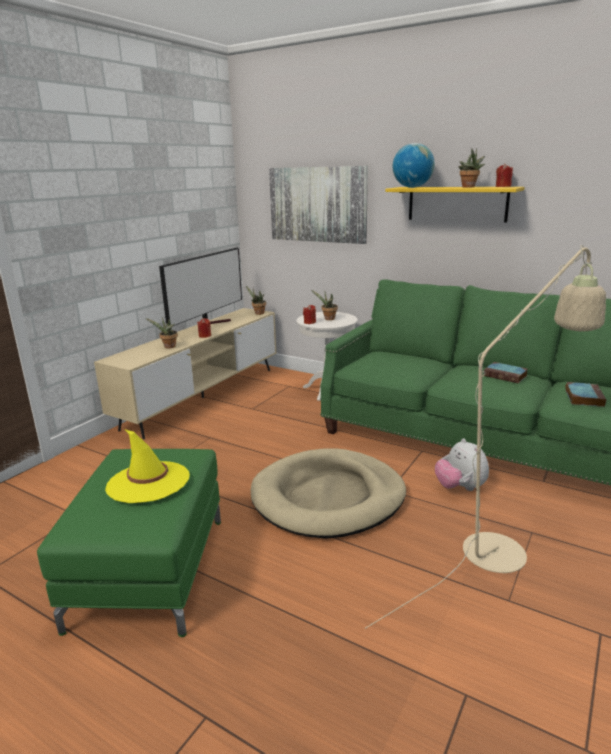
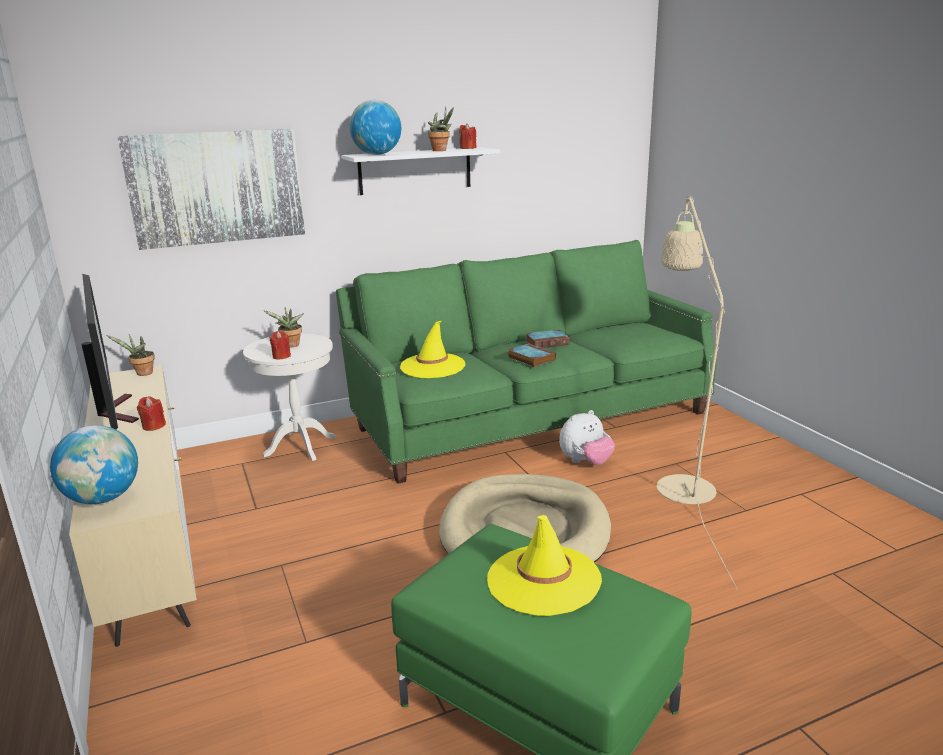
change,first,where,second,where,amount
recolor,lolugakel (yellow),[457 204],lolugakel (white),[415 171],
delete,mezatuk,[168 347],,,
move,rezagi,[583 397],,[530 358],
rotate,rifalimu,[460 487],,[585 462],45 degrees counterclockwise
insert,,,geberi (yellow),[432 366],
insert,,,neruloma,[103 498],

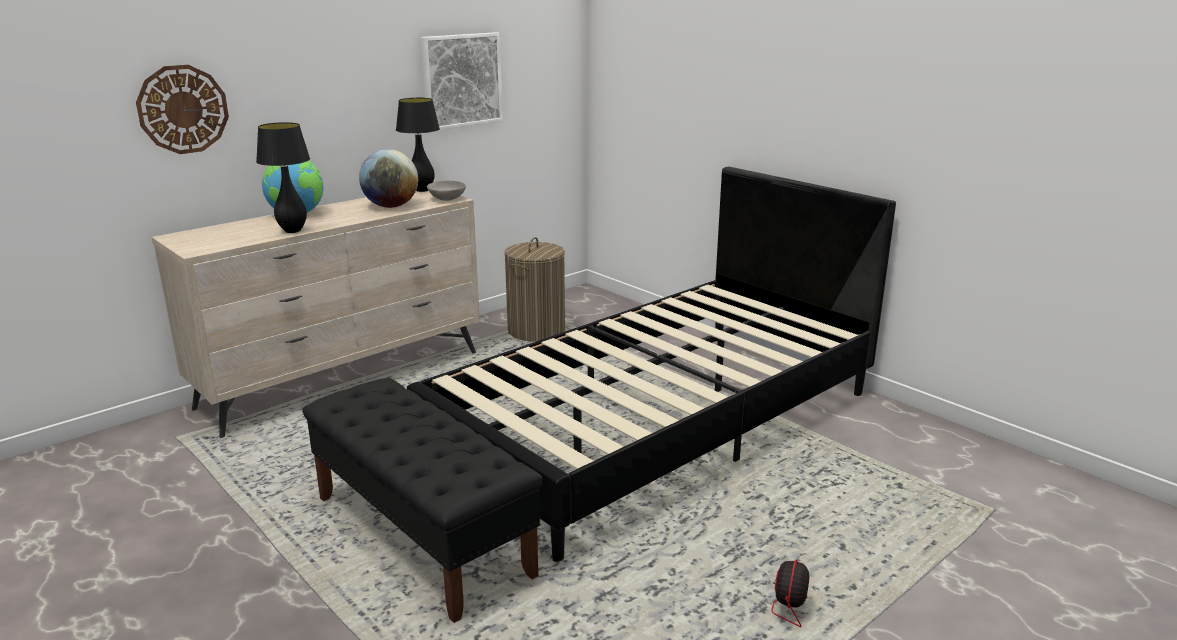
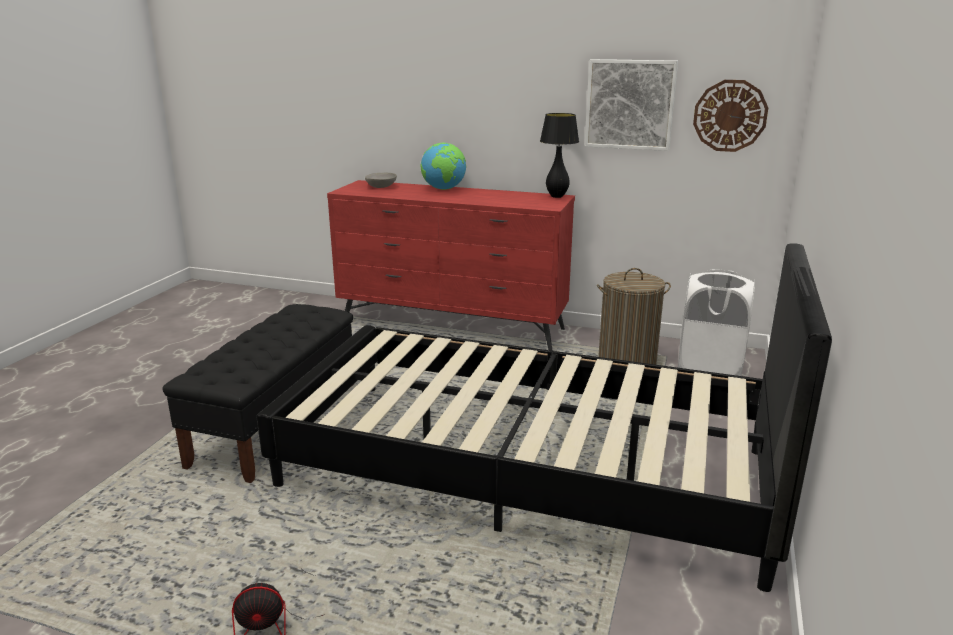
change,first,where,second,where,amount
move,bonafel,[183 109],,[730 116],
delete,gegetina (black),[292 231],,,
delete,neruloma,[391 206],,,
move,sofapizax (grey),[447 199],,[381 187],
recolor,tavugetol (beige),[345 379],tavugetol (red),[452 326],
insert,,,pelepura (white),[709 369],

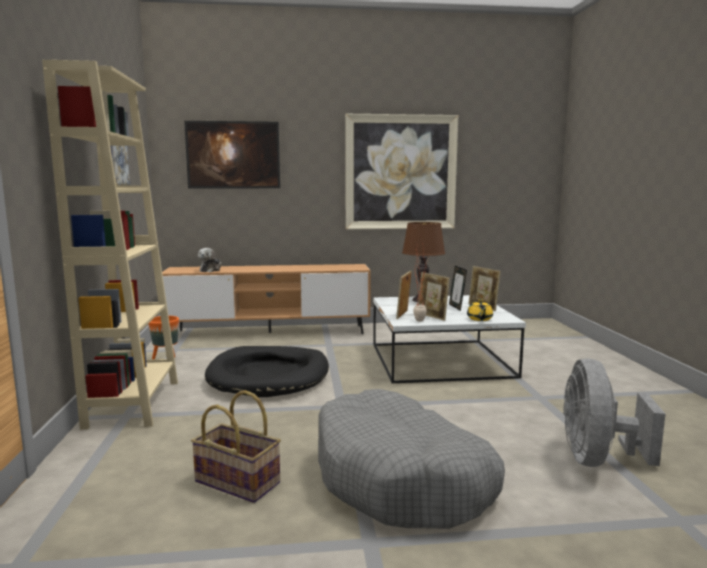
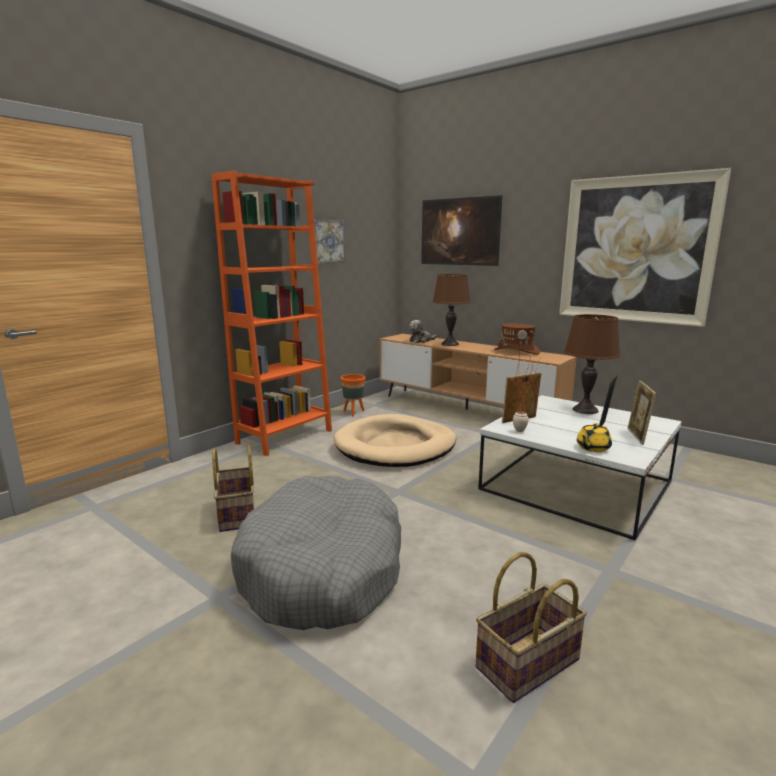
change,first,where,second,where,amount
recolor,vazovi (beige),[133 403],vazovi (orange),[284 437],
delete,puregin,[432 317],,,
recolor,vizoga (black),[269 376],vizoga (beige),[395 446],
replace,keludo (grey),[597 459],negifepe,[528 665],
insert,,,gegetina (brown),[450 344],
insert,,,geberi (brown),[516 351],

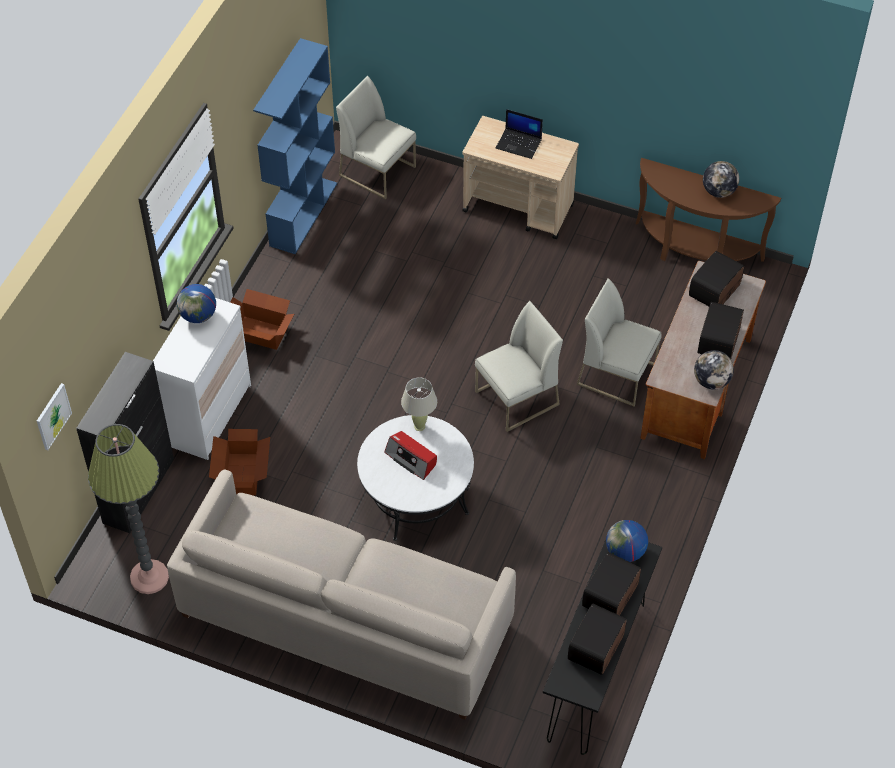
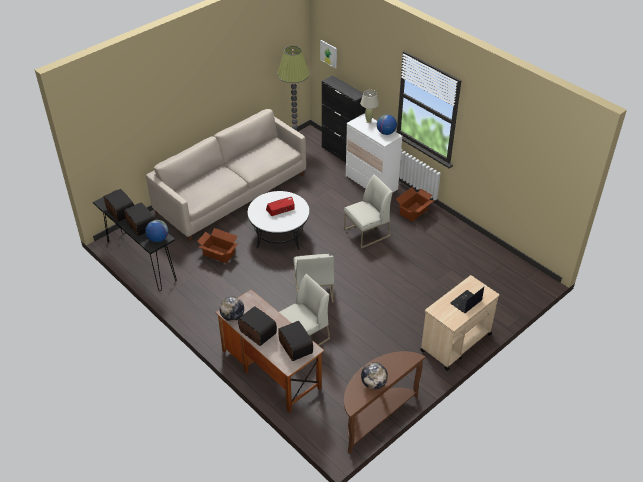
change,first,where,second,where,amount
delete,vazovi (blue),[303 214],,,
move,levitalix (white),[378 171],,[366 233],
move,gegetina (beige),[419 426],,[368 121],
move,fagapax,[241 475],,[219 253],

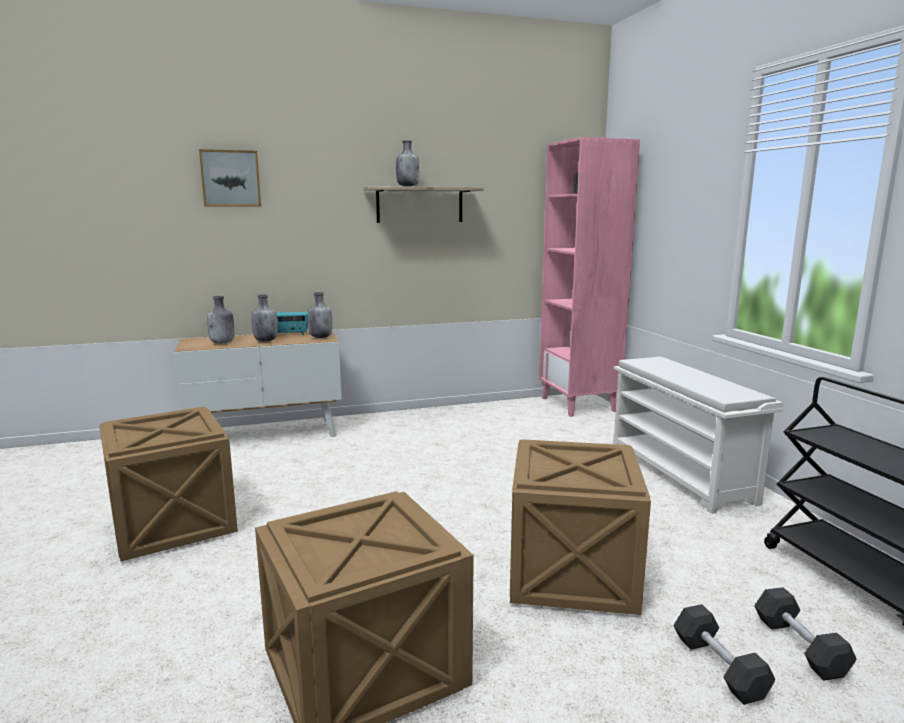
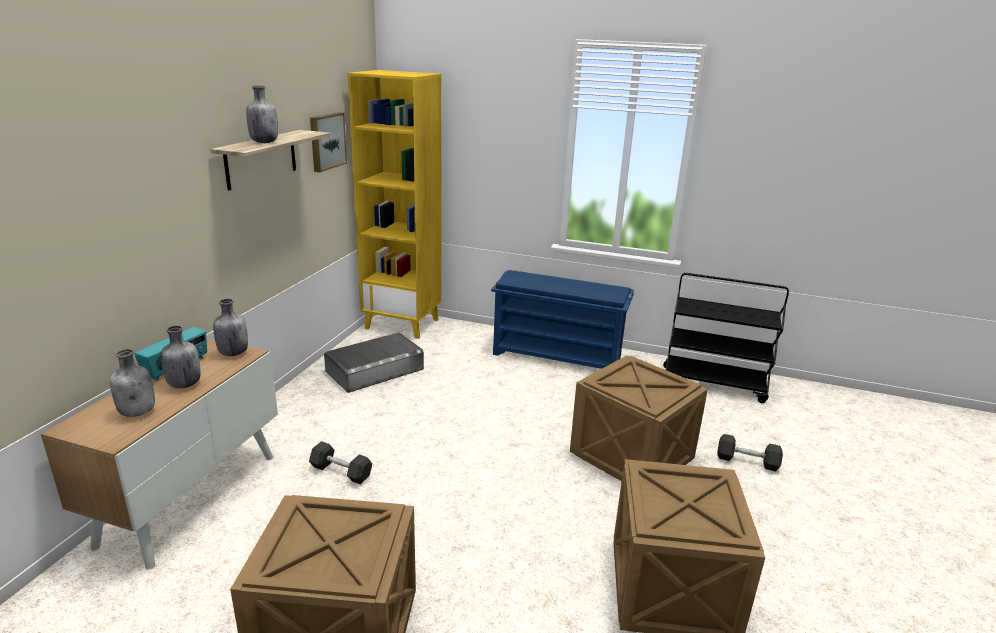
change,first,where,second,where,amount
recolor,vazovi (pink),[579 404],vazovi (yellow),[403 324],
move,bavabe,[231 178],,[326 141],
recolor,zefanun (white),[681 474],zefanun (blue),[558 356],
move,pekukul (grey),[799 646],,[341 472],
insert,,,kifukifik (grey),[375 370],

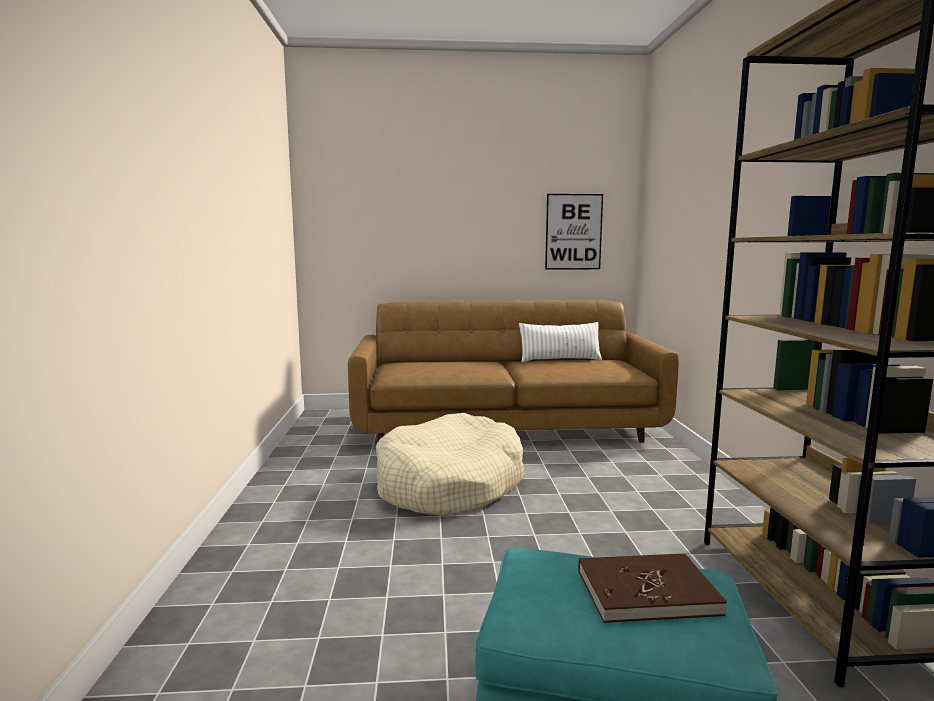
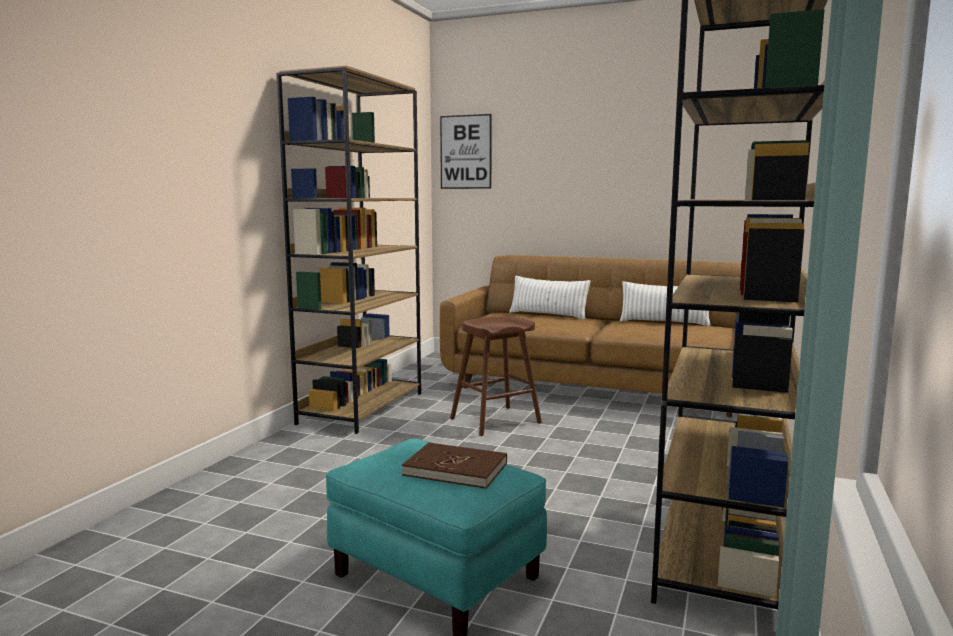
change,first,where,second,where,amount
move,bavabe,[573 232],,[465 152],
replace,vizoga (beige),[449 484],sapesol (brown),[495 421],
insert,,,vazovi (brown),[362 408],
insert,,,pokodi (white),[548 315],

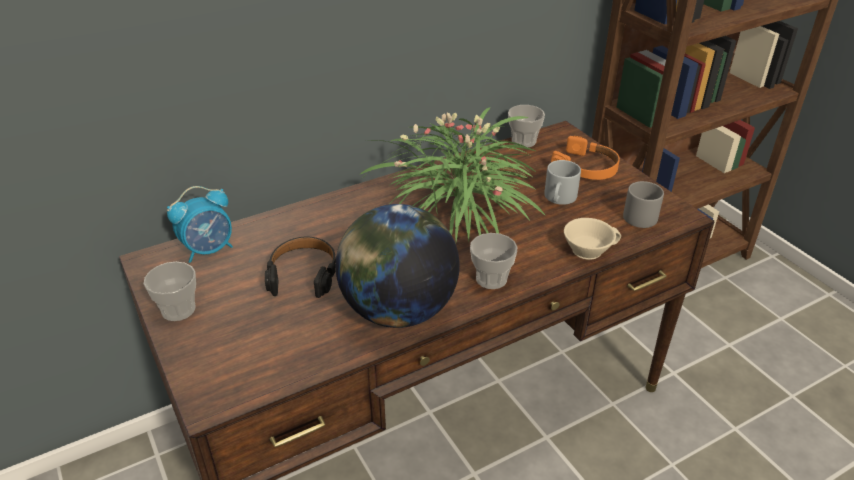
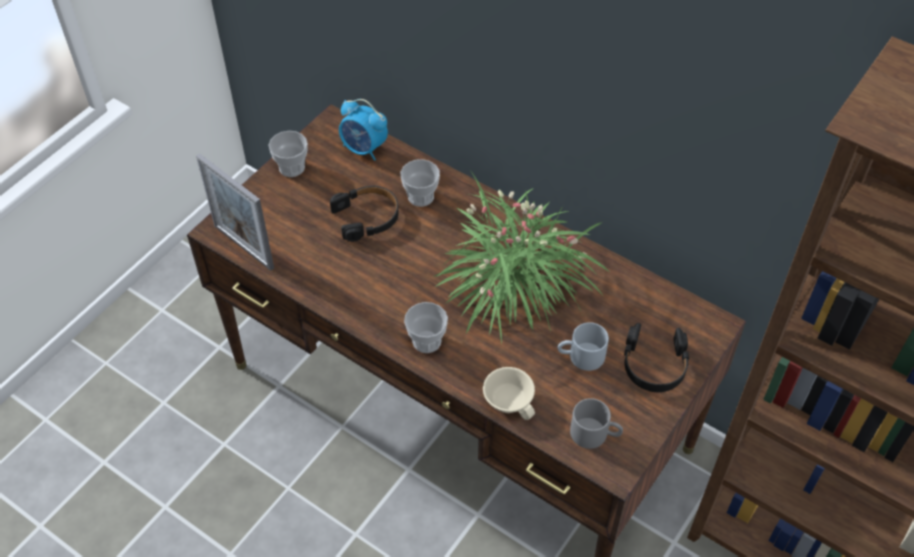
change,first,where,second,where,amount
move,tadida,[523 141],,[421 196],
recolor,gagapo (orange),[586 168],gagapo (black),[654 364],
delete,neruloma,[398 310],,,
insert,,,puregin,[243 247],

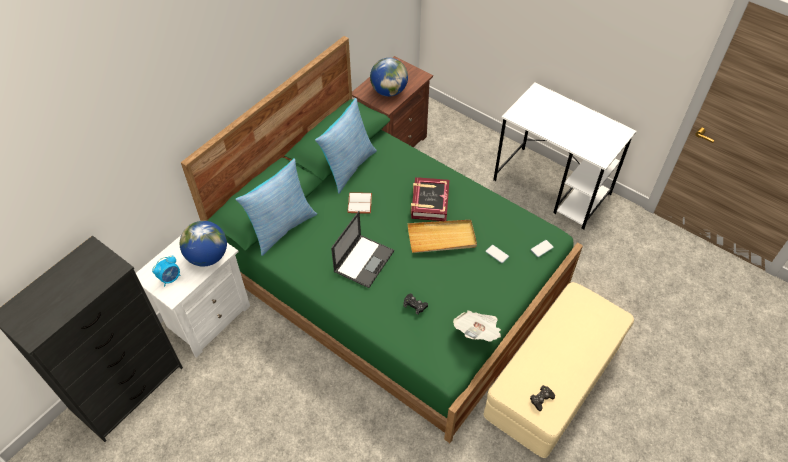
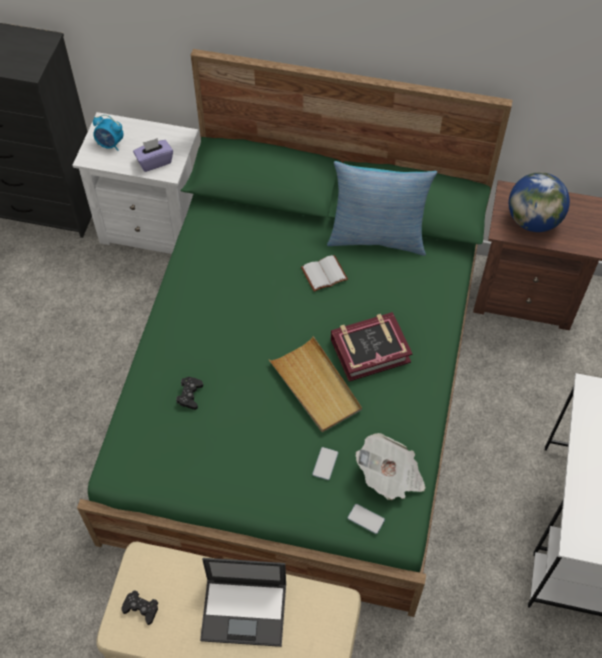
change,first,where,second,where,amount
delete,pokodi,[281 227],,,
move,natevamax,[364 260],,[245 611],
replace,neruloma,[208 256],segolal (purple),[154 161],
move,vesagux,[478 332],,[390 476],

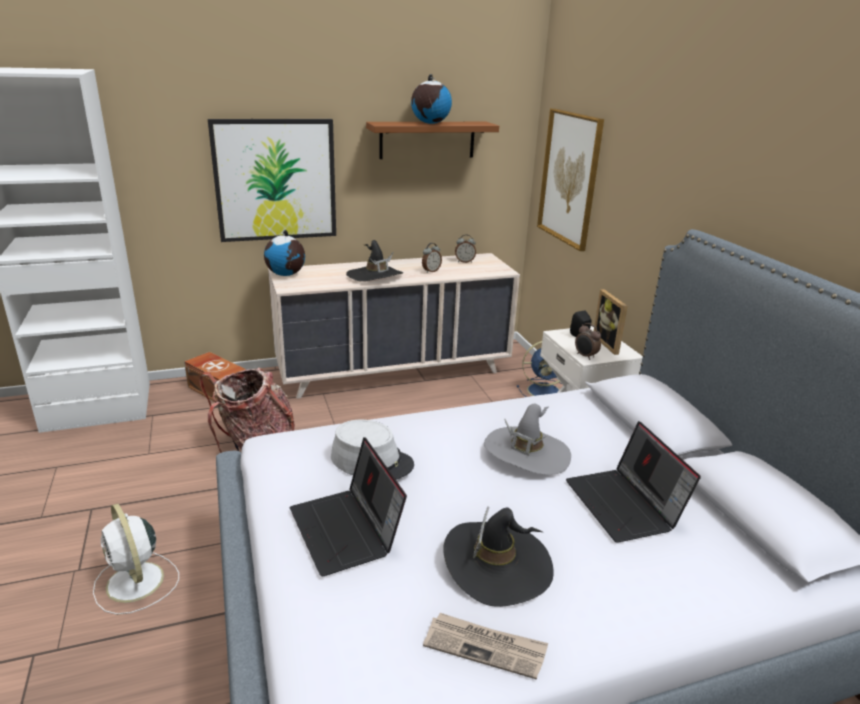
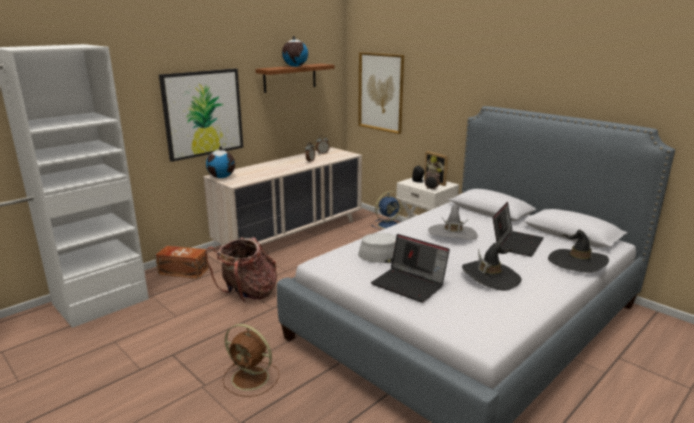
change,first,where,second,where,amount
move,geberi (black),[375 276],,[577 262],
rotate,natevamax,[625 505],,[516 243],105 degrees counterclockwise
recolor,keludo (white),[136 583],keludo (brown),[251 378],
delete,vesagux,[485 647],,,

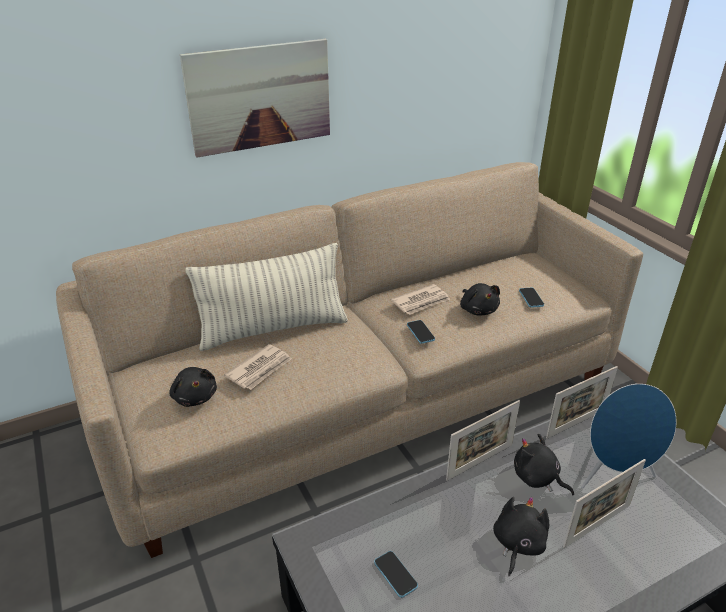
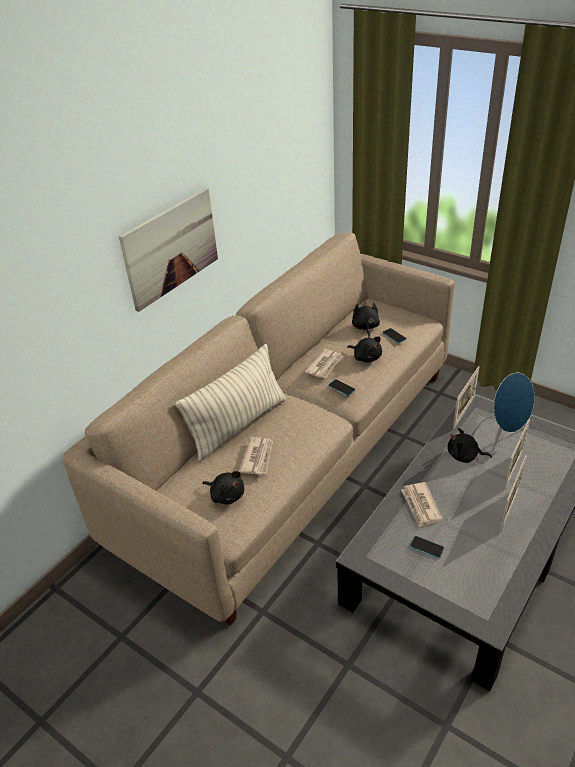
change,first,where,second,where,amount
move,puregin,[479 462],,[509 509],
move,rifalimu (black),[517 544],,[365 327],
insert,,,vesagux,[421 506],

